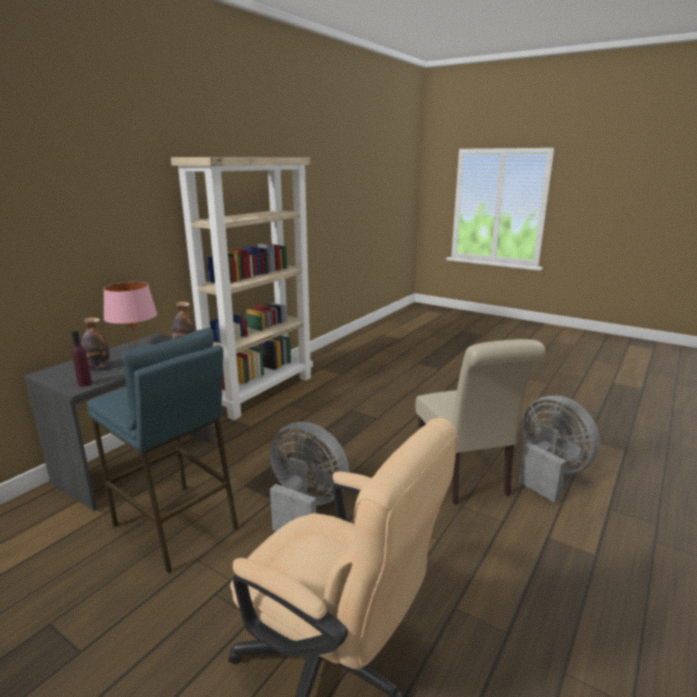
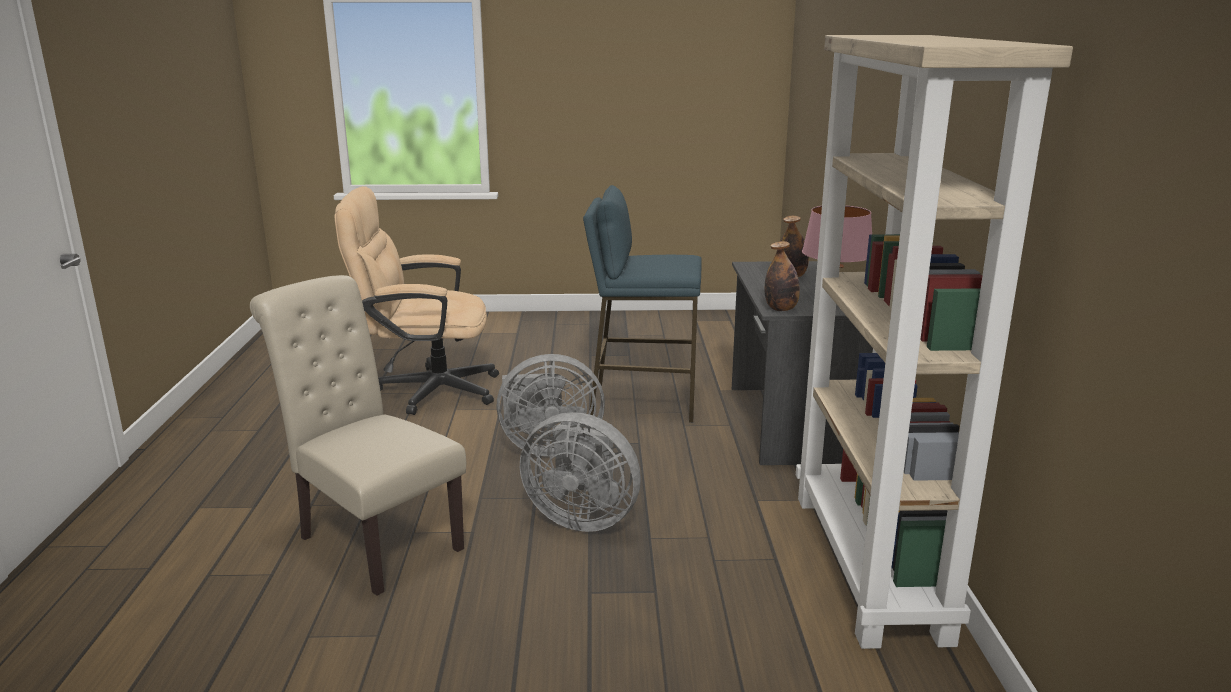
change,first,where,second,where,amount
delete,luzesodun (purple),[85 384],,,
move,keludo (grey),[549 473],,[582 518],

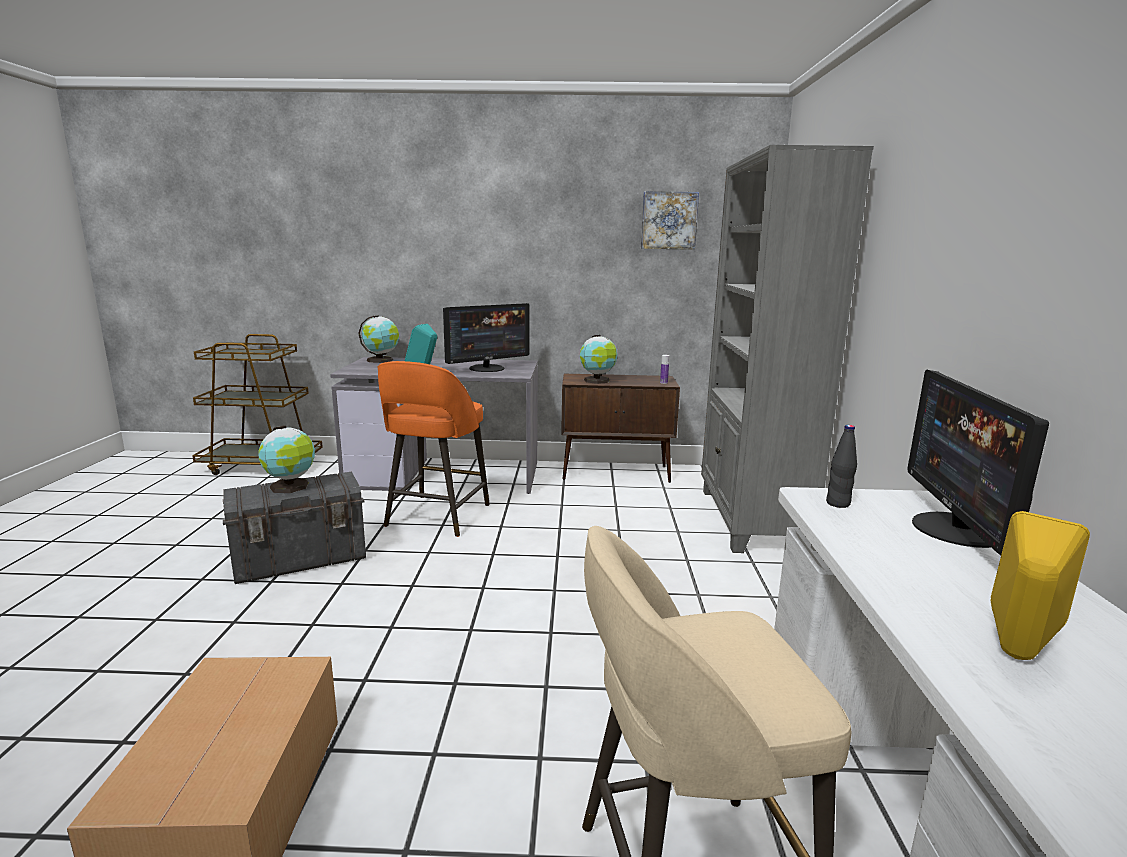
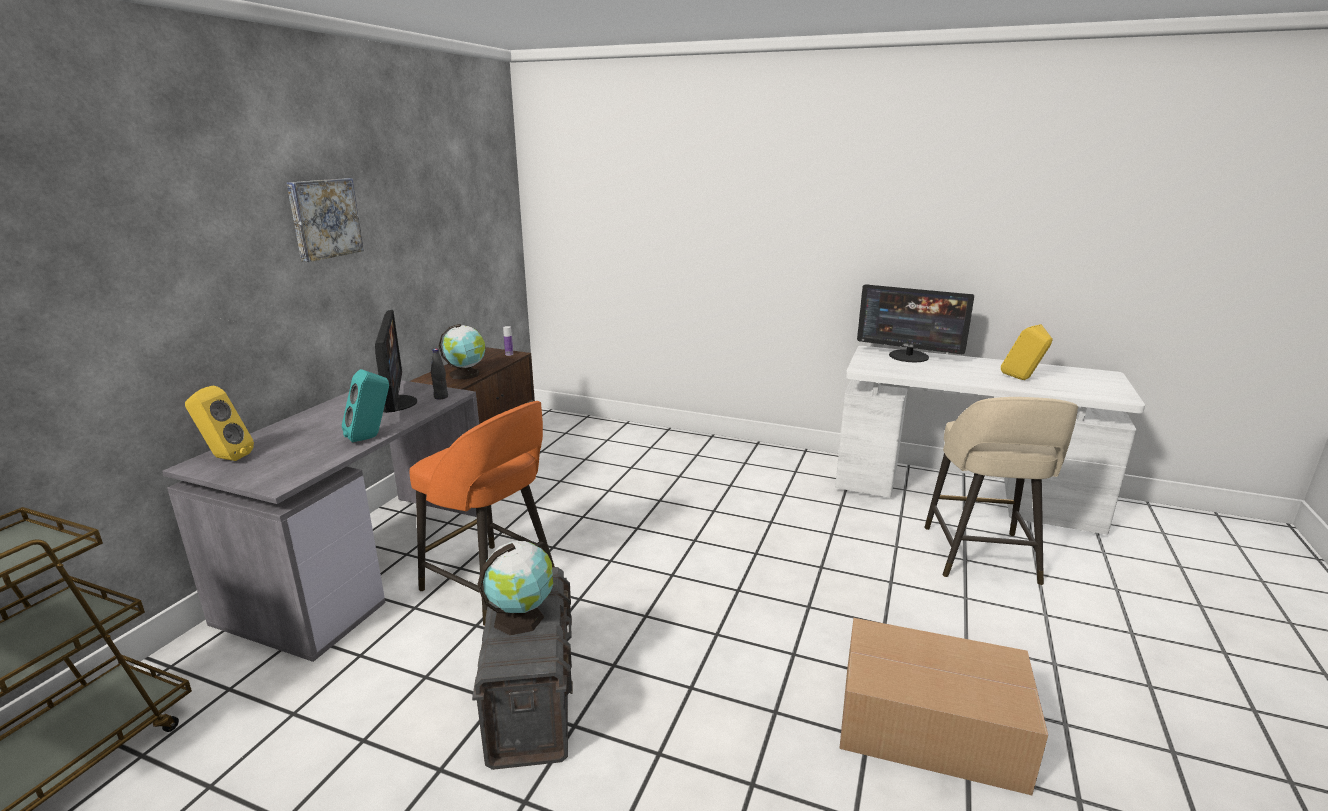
change,first,where,second,where,amount
delete,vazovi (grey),[750 520],,,
move,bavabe,[669 220],,[324 218],
replace,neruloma,[381 360],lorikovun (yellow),[224 458],
move,luzesodun (black),[838 503],,[441 397],

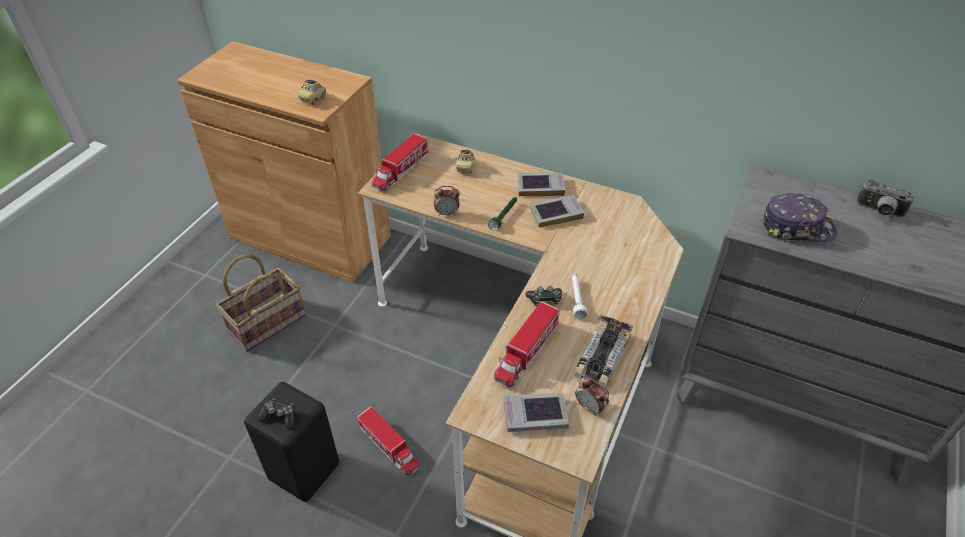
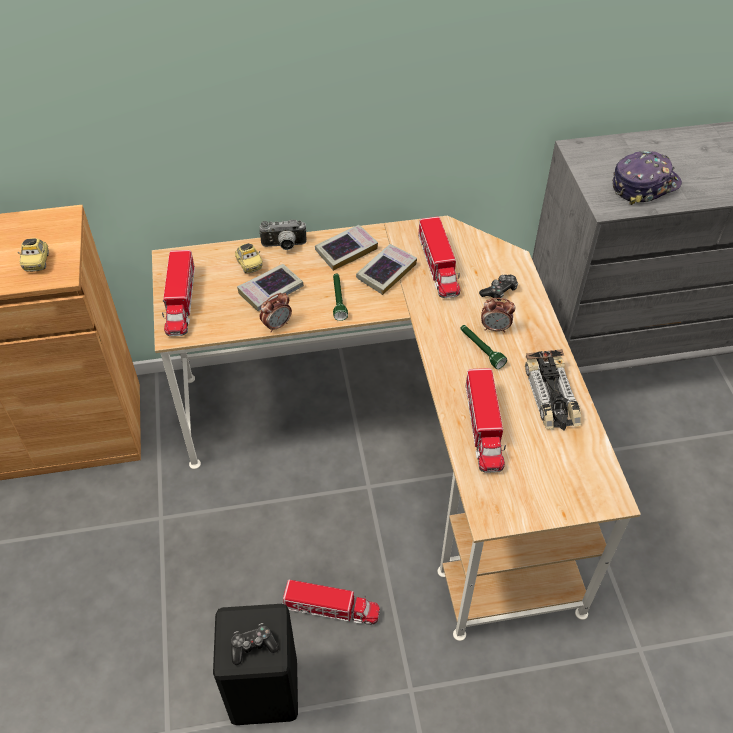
change,first,where,second,where,amount
move,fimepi,[879 211],,[284 246],
delete,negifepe,[267 322],,,
recolor,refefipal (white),[576 298],refefipal (green),[481 349],
move,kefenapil,[545 300],,[499 291],
move,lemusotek,[590 407],,[495 328],
move,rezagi,[535 415],,[271 291],
insert,,,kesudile,[438 266],

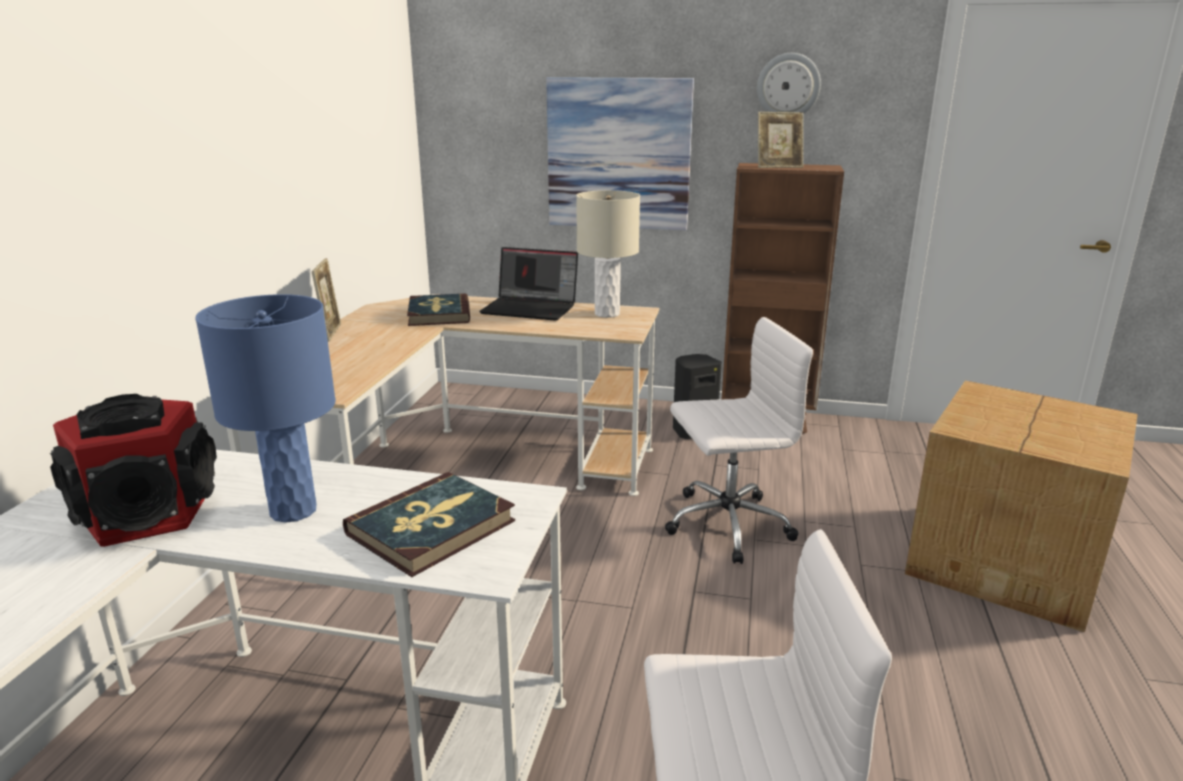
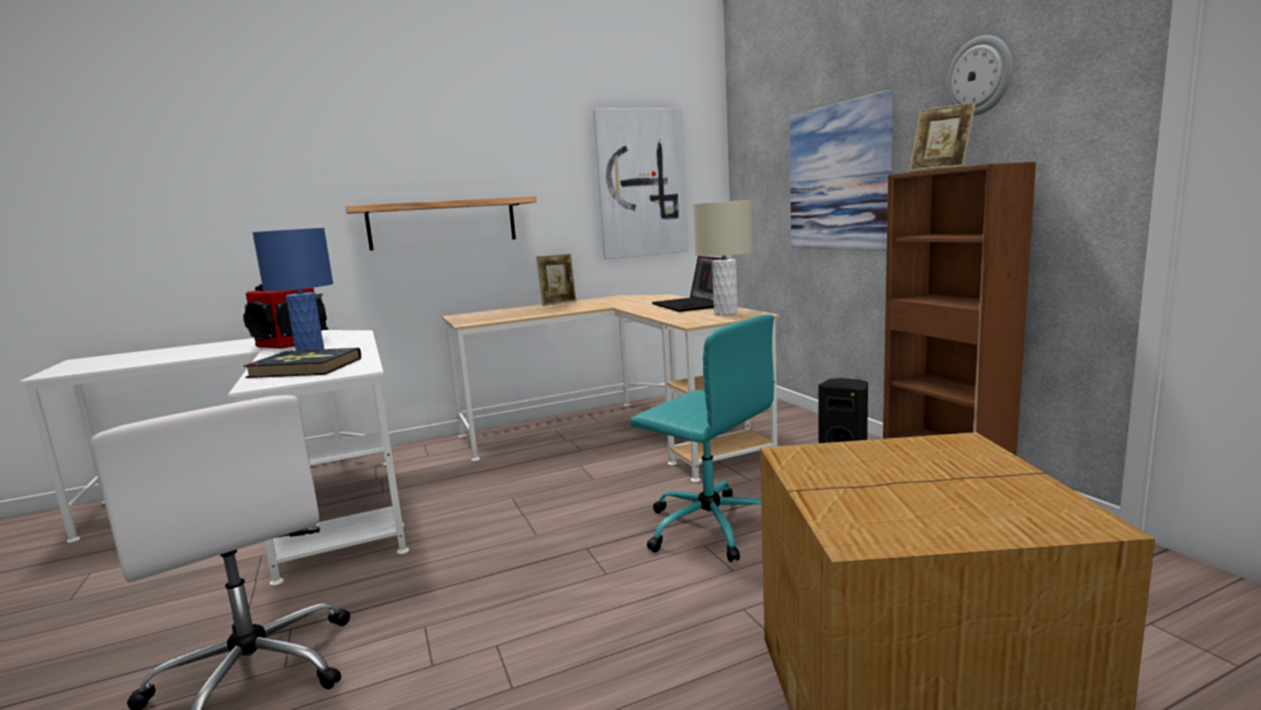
change,first,where,second,where,amount
delete,rezagi,[438 314],,,
recolor,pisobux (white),[725 524],pisobux (turquoise),[708 526],
insert,,,bavabe,[641 183],
insert,,,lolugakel,[443 223],

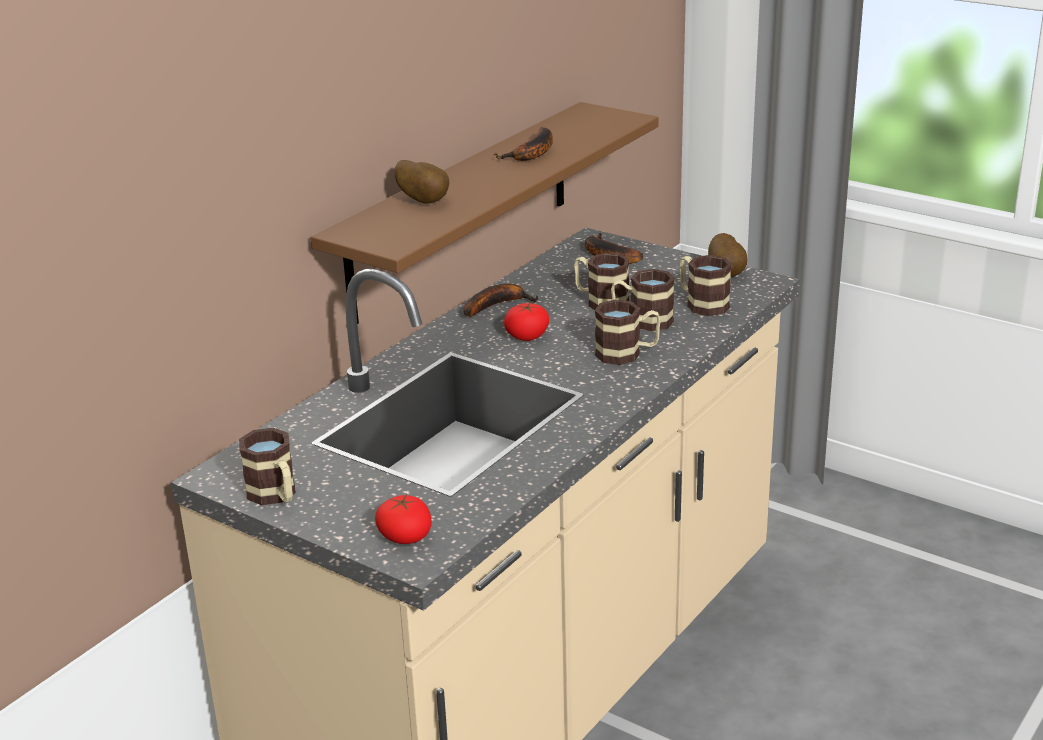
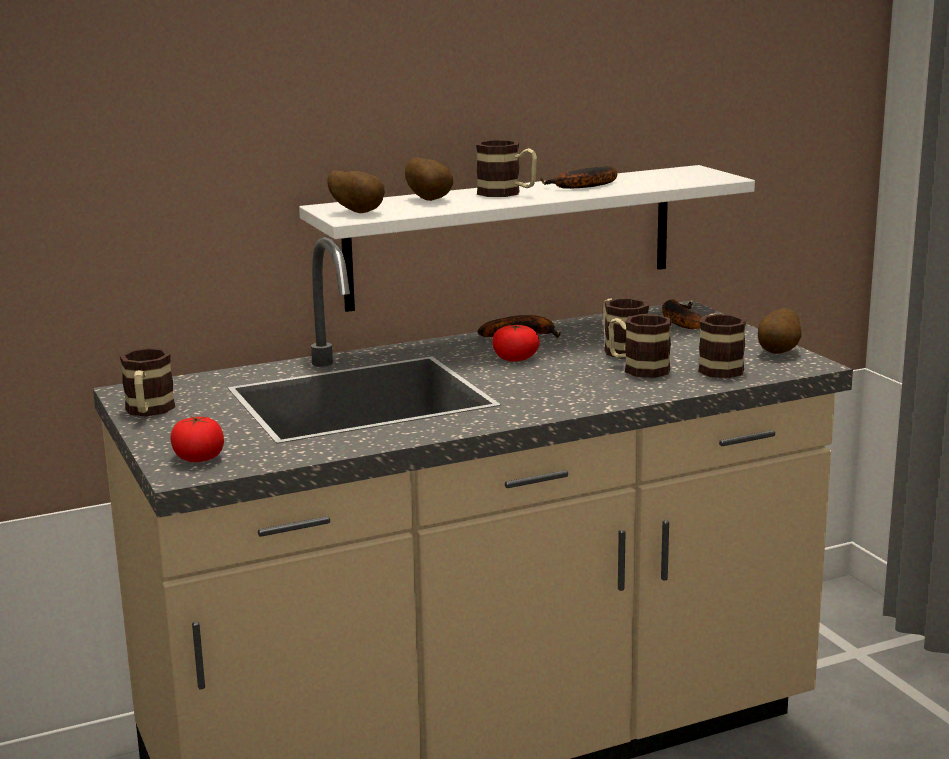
change,first,where,second,where,amount
recolor,lolugakel (brown),[461 211],lolugakel (white),[511 236],
move,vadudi,[627 353],,[507 193],
insert,,,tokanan,[358 212],

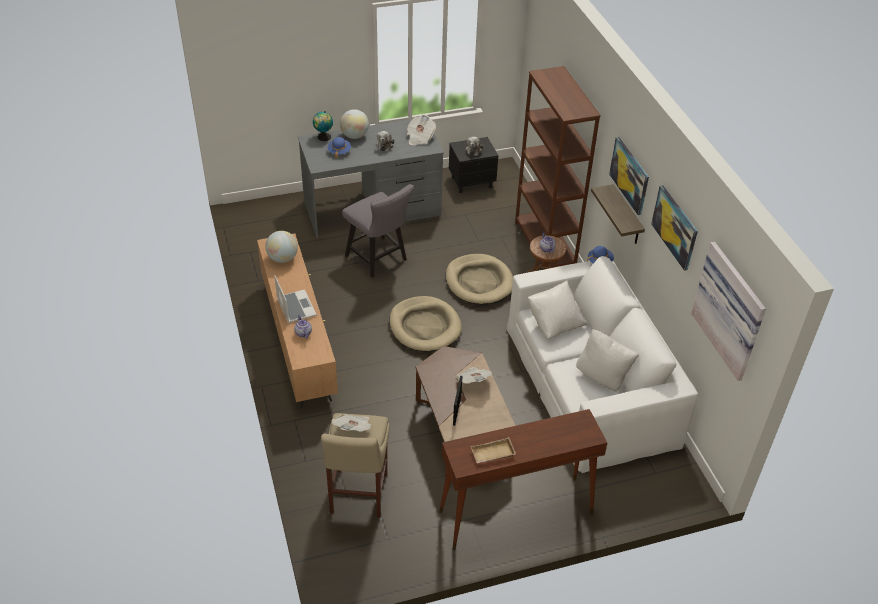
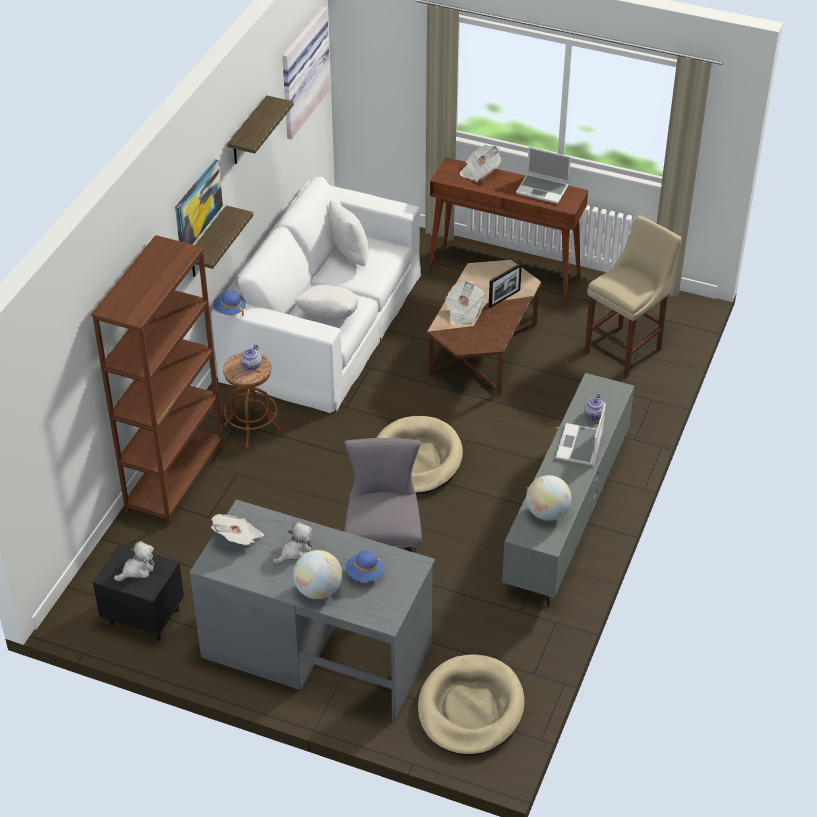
change,first,where,second,where,amount
delete,neruloma,[323 137],,,
replace,bavabe,[675 227],lolugakel,[248 132],
recolor,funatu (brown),[299 341],funatu (grey),[566 517],
move,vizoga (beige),[479 282],,[470 709],
move,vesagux,[353 429],,[479 172],
replace,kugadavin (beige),[492 454],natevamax,[543 189],

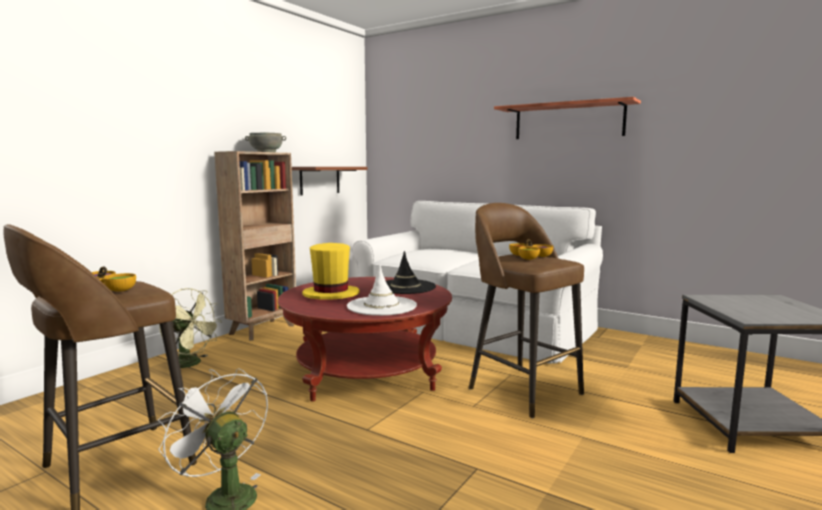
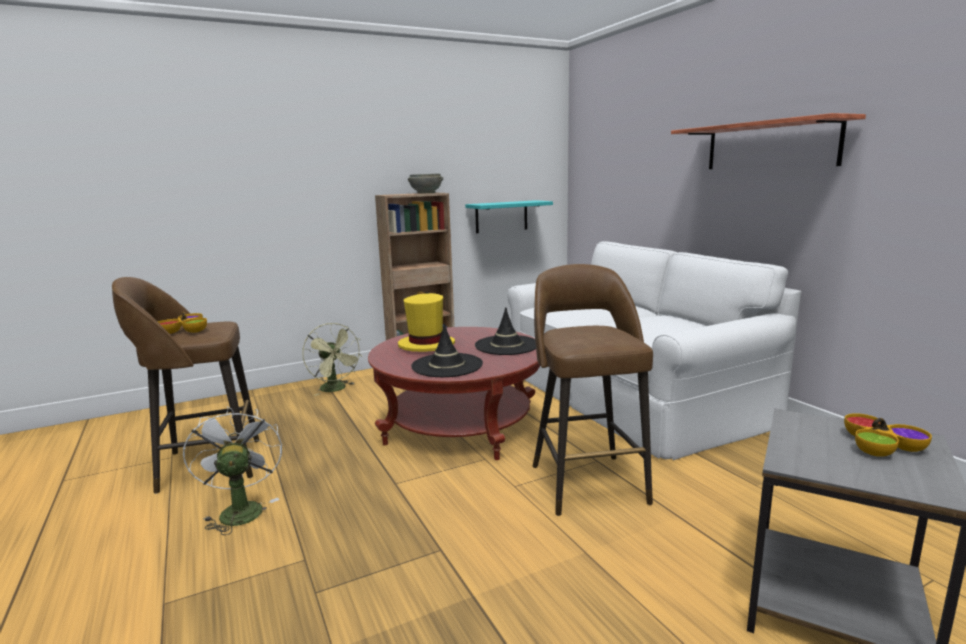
change,first,where,second,where,amount
recolor,lolugakel (brown),[320 180],lolugakel (turquoise),[501 216],
move,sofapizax,[530 257],,[880 446],
recolor,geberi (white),[381 306],geberi (black),[447 365],

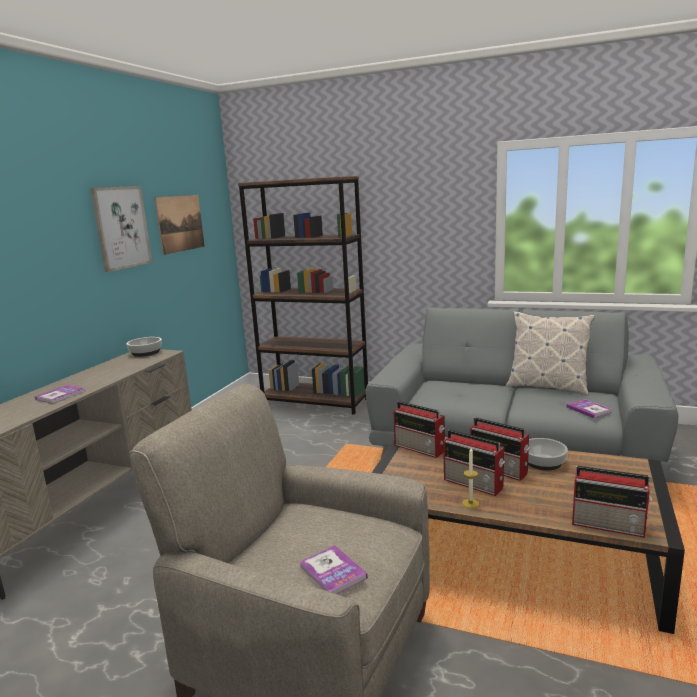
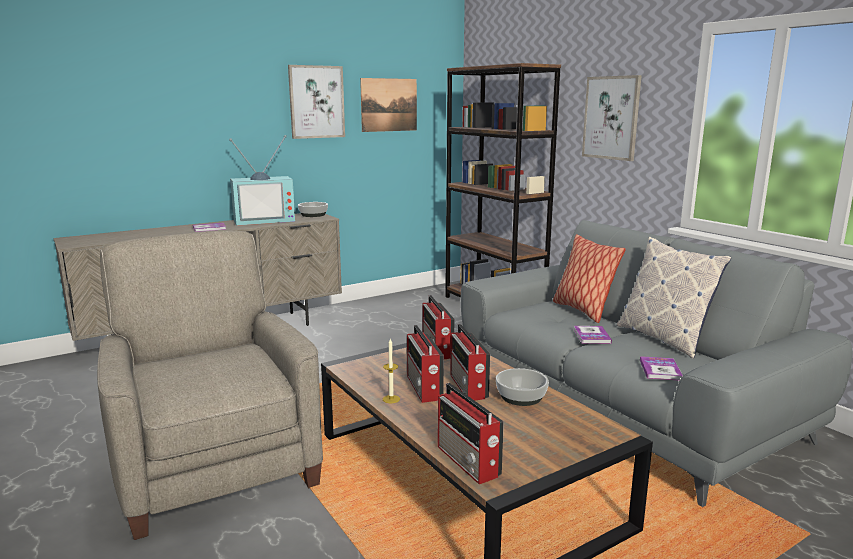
change,first,where,second,where,amount
move,rezagi,[332 572],,[592 336],
insert,,,bavabe,[611 118],
insert,,,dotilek,[264 220],
insert,,,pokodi,[583 311],

